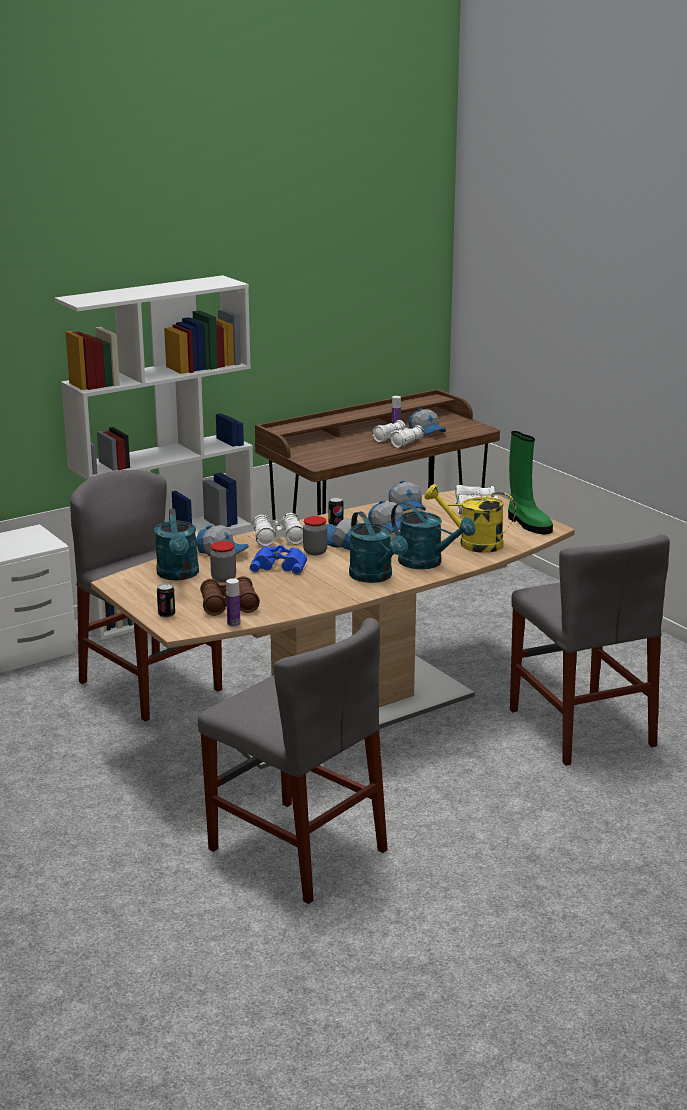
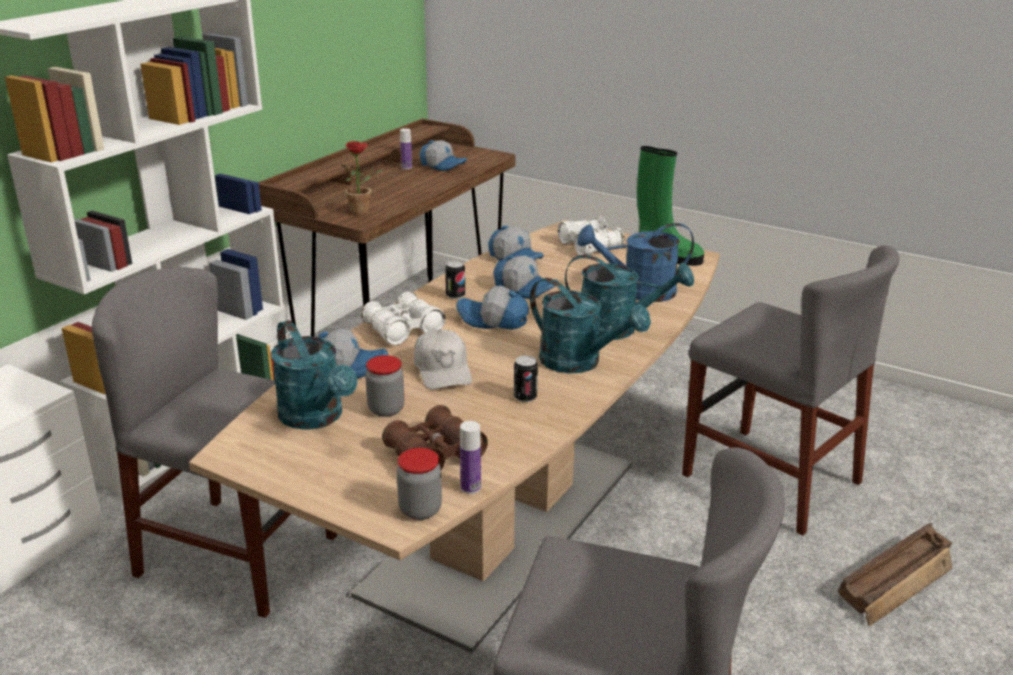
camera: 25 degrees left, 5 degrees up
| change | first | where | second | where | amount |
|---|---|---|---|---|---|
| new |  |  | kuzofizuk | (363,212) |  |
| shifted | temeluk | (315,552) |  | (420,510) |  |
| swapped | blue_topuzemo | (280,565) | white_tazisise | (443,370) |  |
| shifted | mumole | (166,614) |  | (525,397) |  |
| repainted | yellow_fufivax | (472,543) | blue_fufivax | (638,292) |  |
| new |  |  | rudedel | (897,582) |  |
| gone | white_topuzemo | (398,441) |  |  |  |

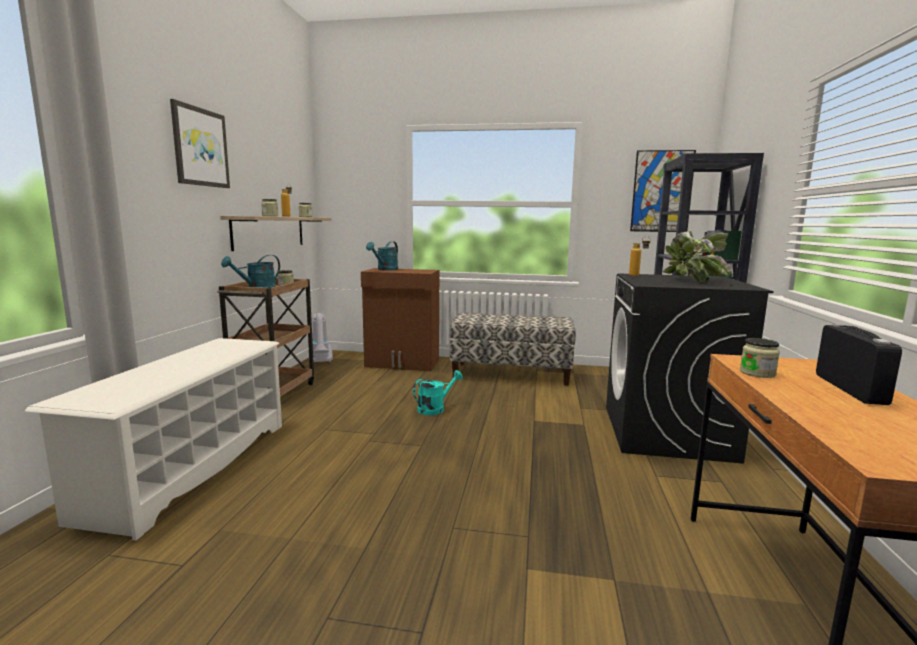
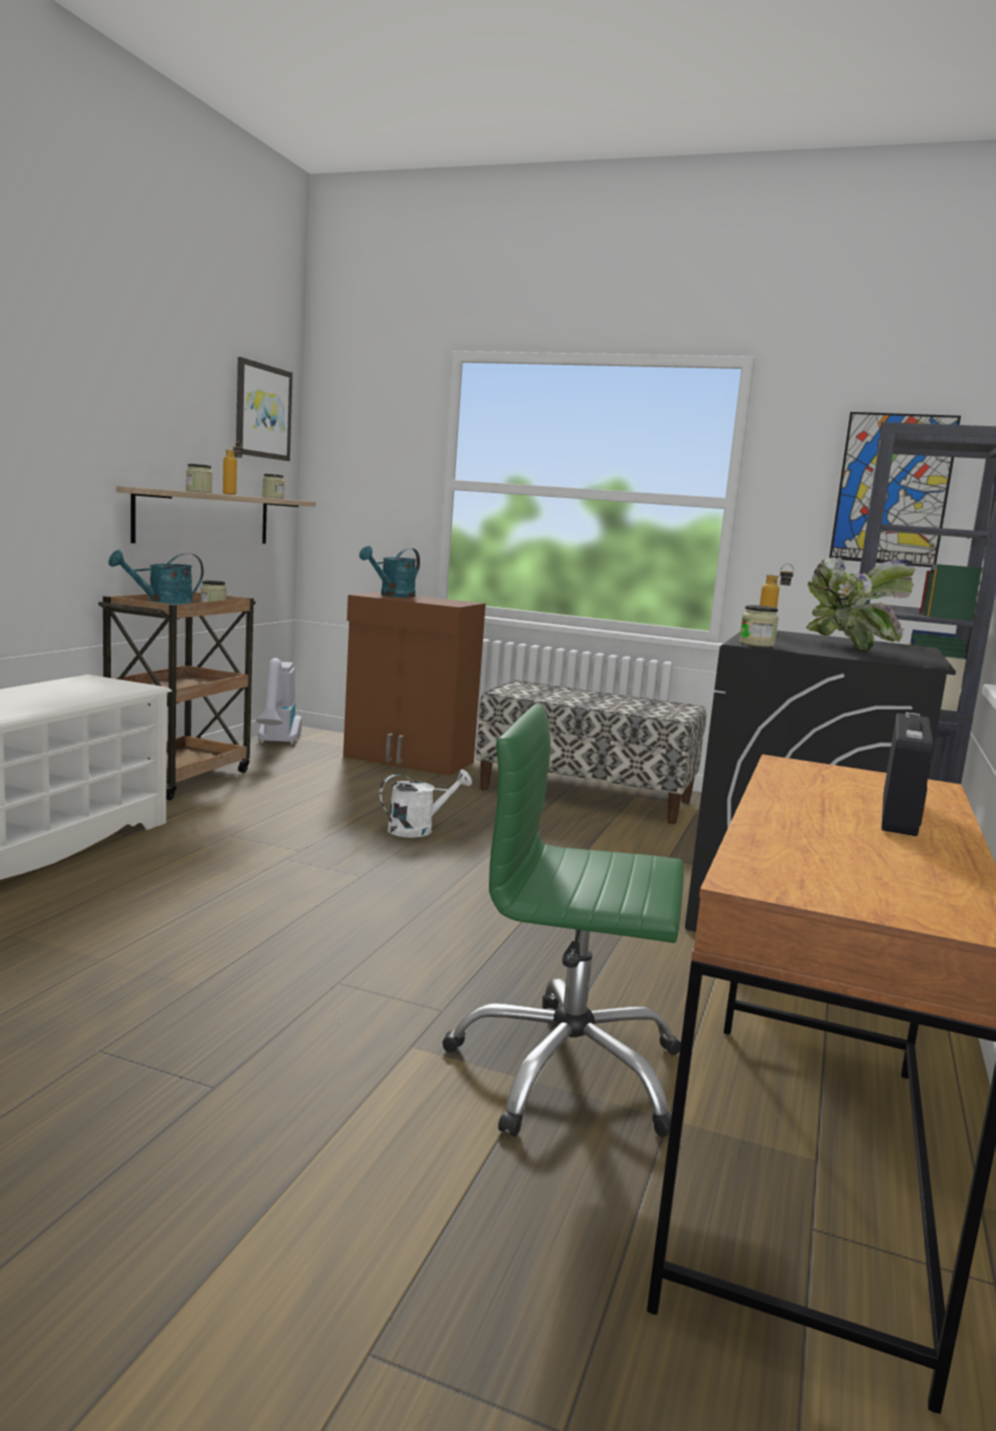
camera: 10 degrees right, 0 degrees up
| change | first | where | second | where | amount |
|---|---|---|---|---|---|
| shifted | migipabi | (200,147) |  | (262,411) |  |
| repainted | turquoise_fufivax | (435,409) | white_fufivax | (418,829) |  |
| new |  |  | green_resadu | (567,1071) |  |
| shifted | temeluk | (757,373) |  | (756,644) |  |

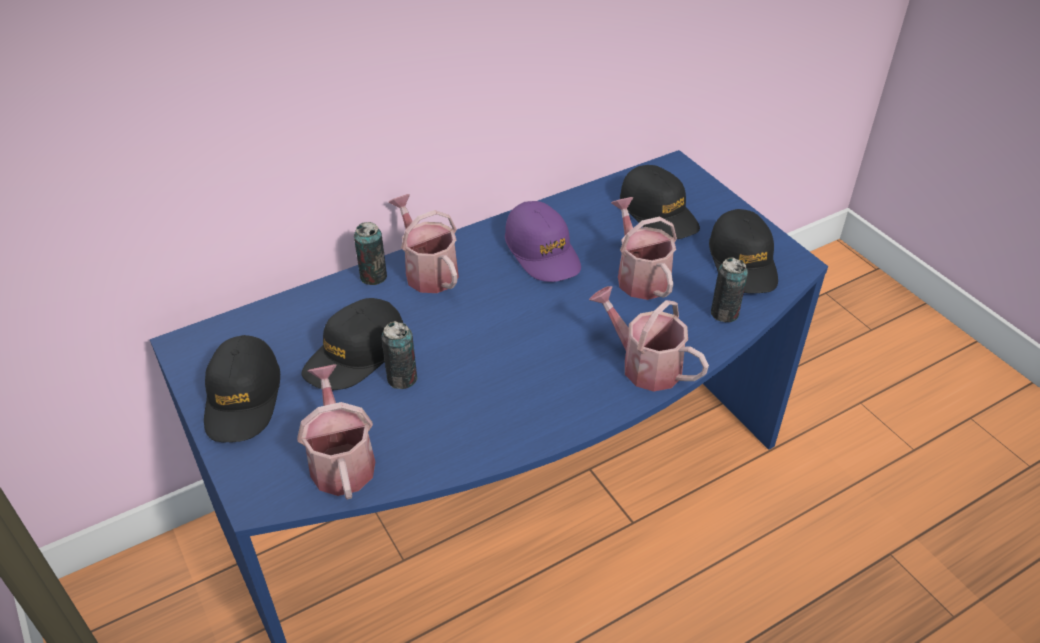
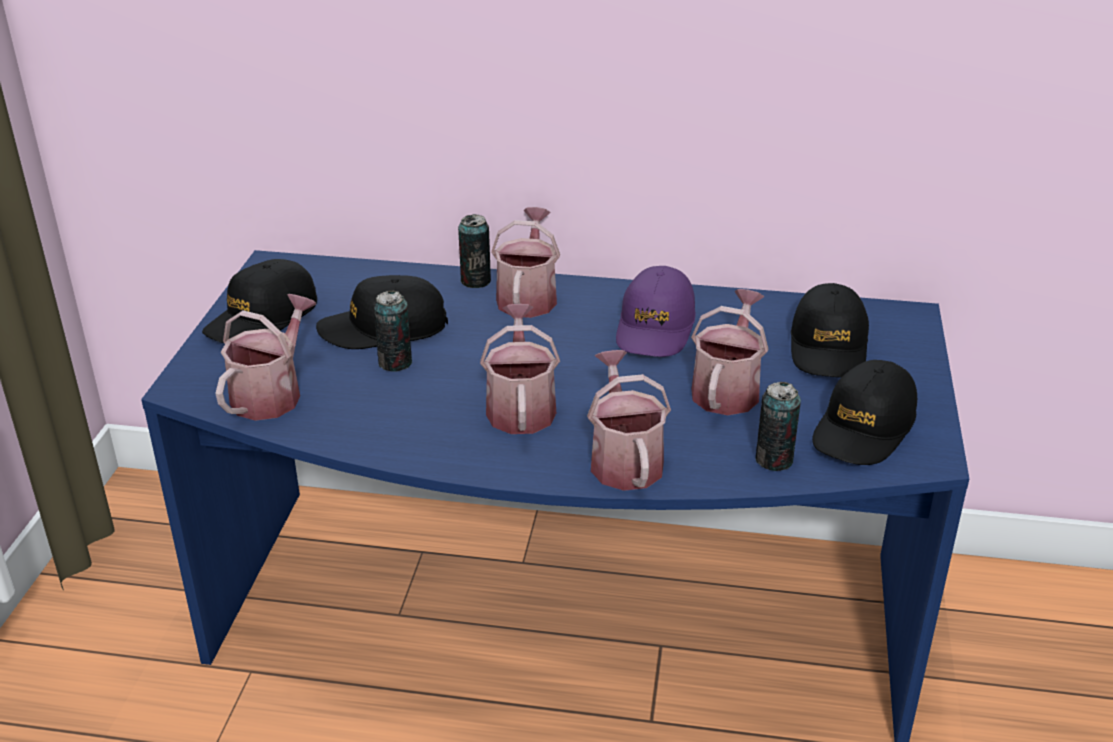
camera: 40 degrees right, 10 degrees down
| change | first | where | second | where | amount |
|---|---|---|---|---|---|
| new |  |  | fufivax | (520,407) |  |

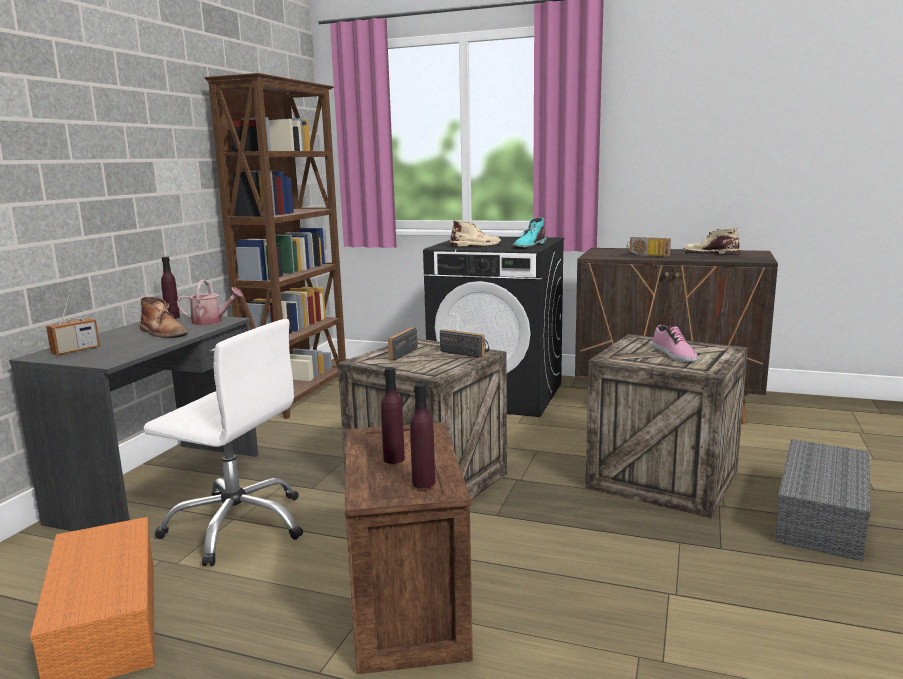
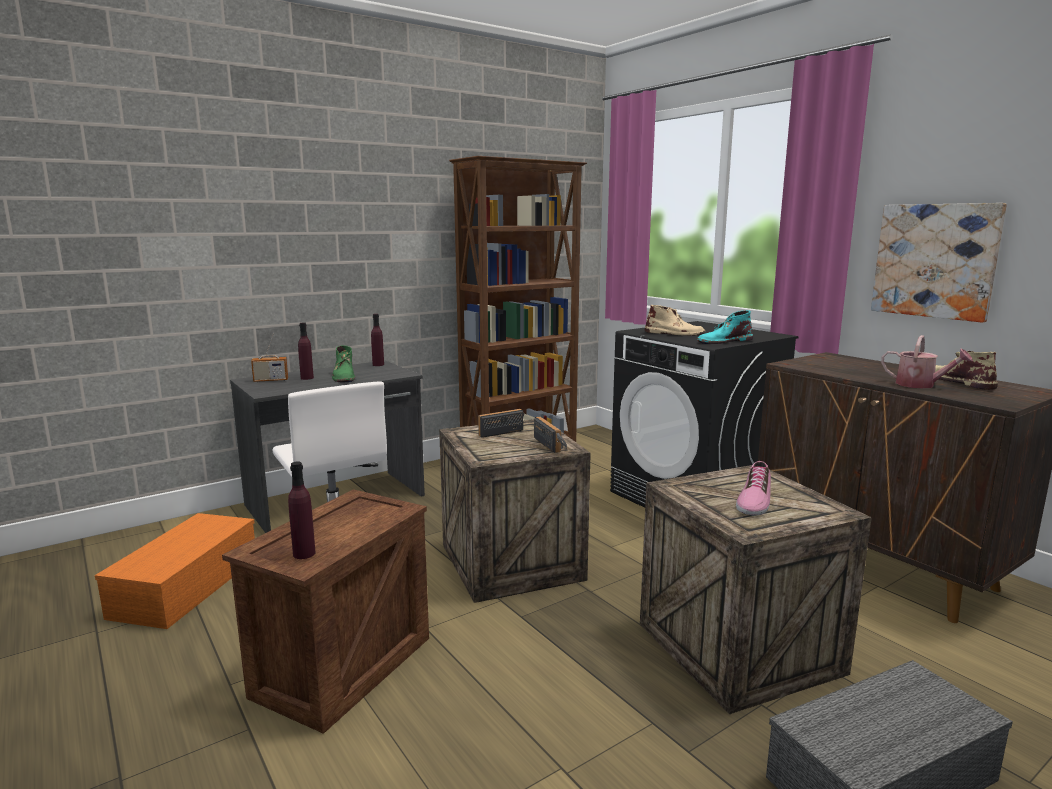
camera: 35 degrees right, 0 degrees up
| change | first | where | second | where | amount |
|---|---|---|---|---|---|
| shifted | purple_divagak | (394,459) |  | (307,378) |  |
| repainted | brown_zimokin | (163,333) | green_zimokin | (344,376) |  |
| new |  |  | migipabi | (935,261) |  |
| shifted | fufivax | (211,321) |  | (920,385) |  |
| gone | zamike | (646,256) |  |  |  |

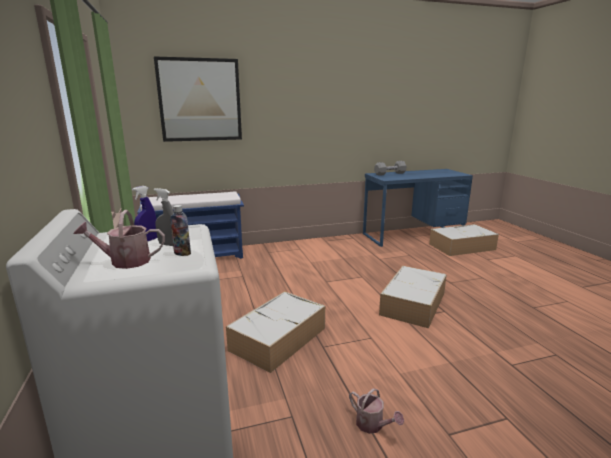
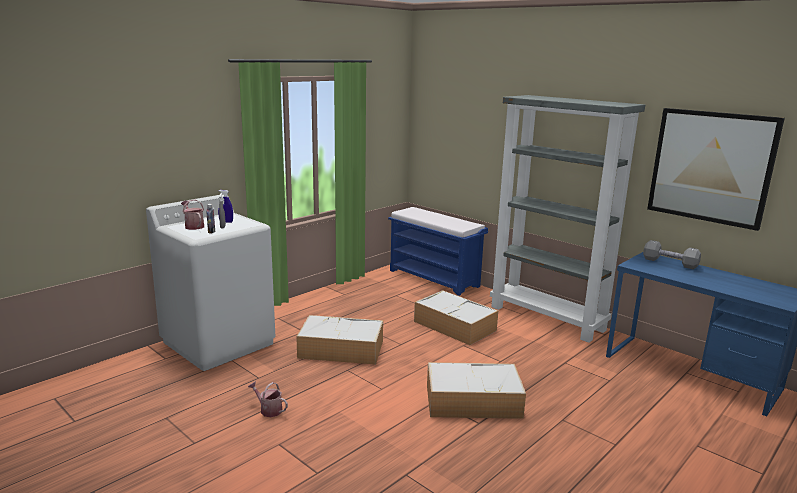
camera: 60 degrees right, 0 degrees up
| change | first | where | second | where | amount |
|---|---|---|---|---|---|
| rotated | fufivax | (373,425) |  | (268,410) | 105 degrees clockwise |
| shifted | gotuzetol | (462,246) |  | (456,326) |  |
| new |  |  | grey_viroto | (548,318) |  |
| shifted | migipabi | (200,100) |  | (711,167) |  |

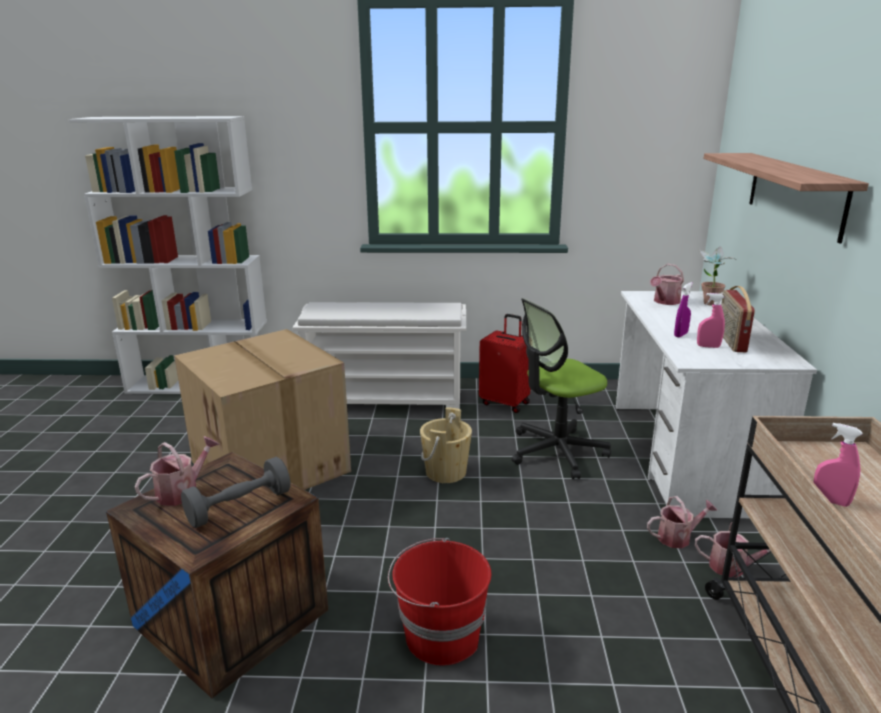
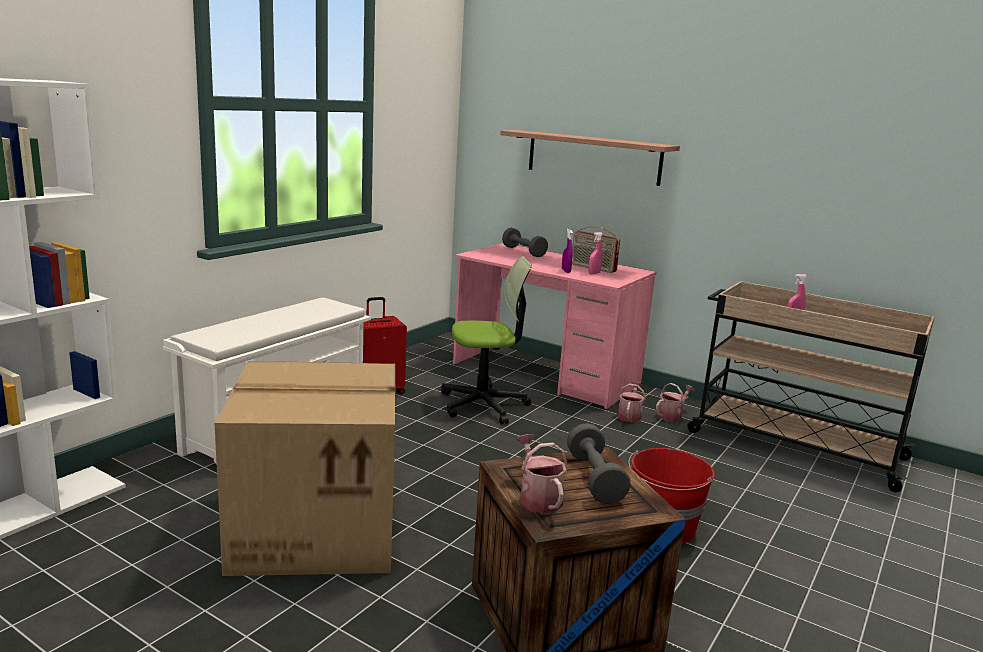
camera: 60 degrees left, 5 degrees down
| change | first | where | second | where | amount |
|---|---|---|---|---|---|
| rotated | resadu | (557,452) |  | (483,405) | 105 degrees counterclockwise |
| repainted | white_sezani | (685,456) | pink_sezani | (545,375) |  |
| swapped | kuzofizuk | (708,305) | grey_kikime | (523,252) |  |
| gone | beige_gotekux | (446,472) |  |  |  |
| gone | fufivax | (665,302) |  |  |  |

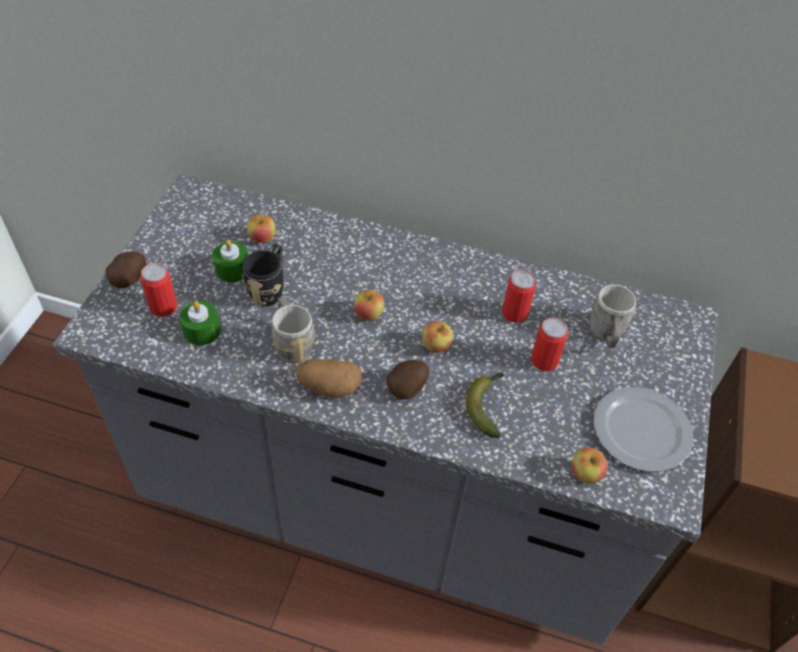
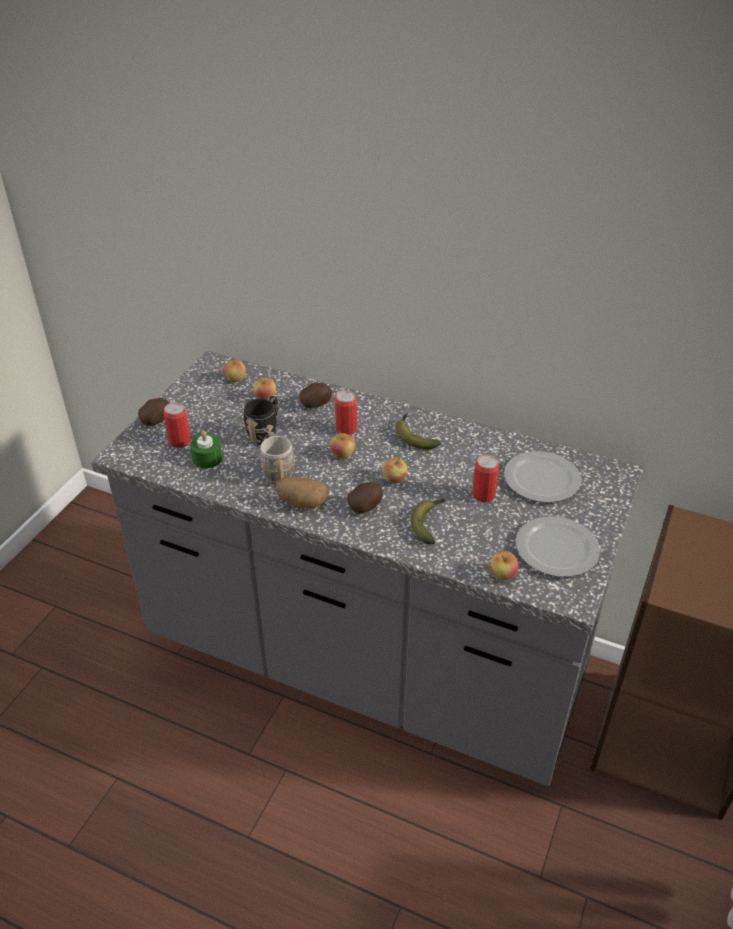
camera: 10 degrees right, 10 degrees down
| change | first | where | second | where | amount |
|---|---|---|---|---|---|
| new |  |  | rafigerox | (235,379) |  |
| new |  |  | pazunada | (316,404) |  |
| shifted | mumole | (514,313) |  | (346,429) |  |
| new |  |  | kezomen | (413,436) |  |
| swapped | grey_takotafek | (606,335) | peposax | (540,480) |  |
| gone | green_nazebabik | (232,269) |  |  |  |

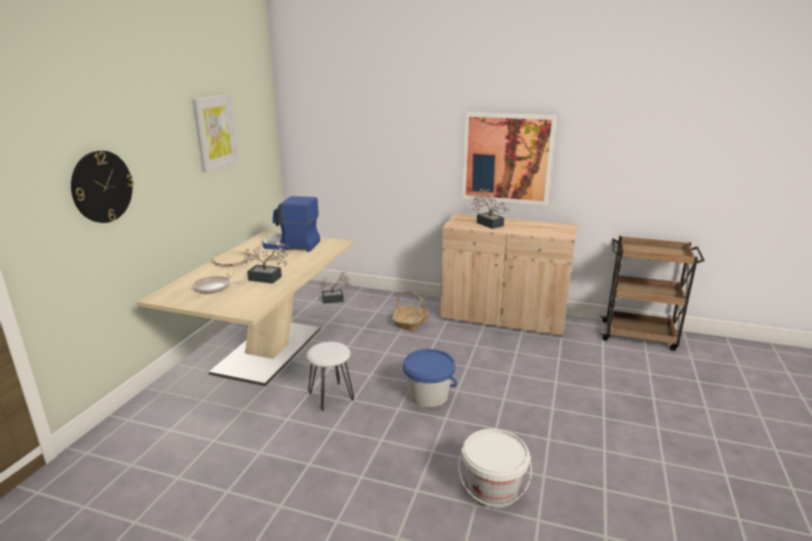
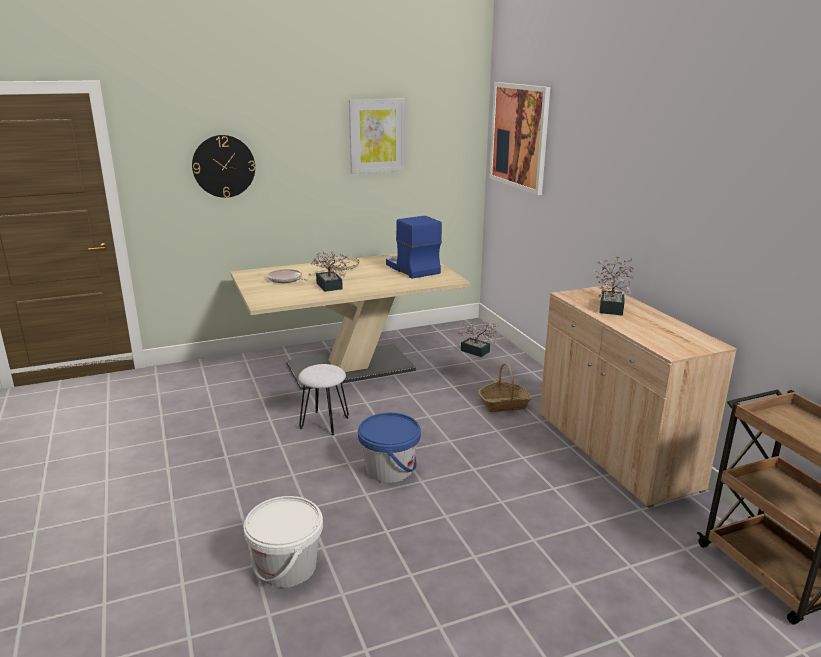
camera: 50 degrees right, 0 degrees up
| change | first | where | second | where | amount |
|---|---|---|---|---|---|
| shifted | migipabi | (507,158) |  | (519,136) |  |

